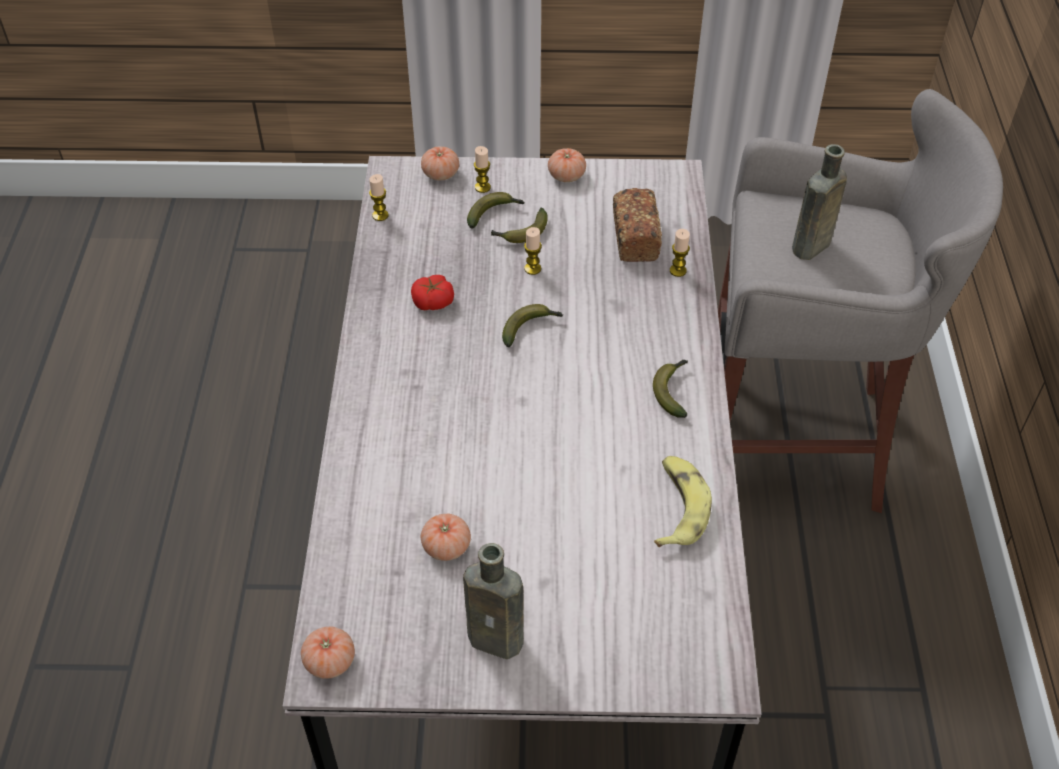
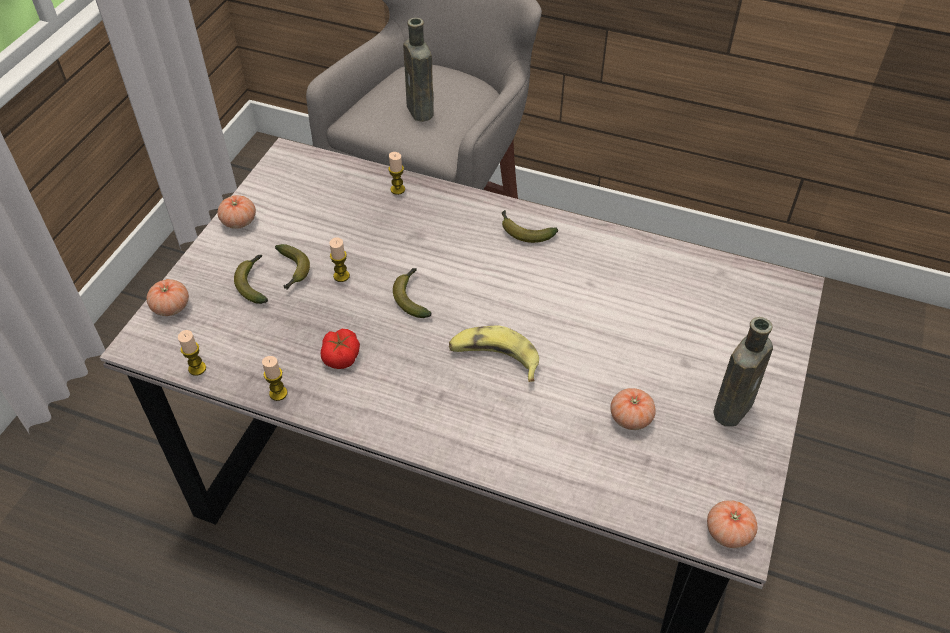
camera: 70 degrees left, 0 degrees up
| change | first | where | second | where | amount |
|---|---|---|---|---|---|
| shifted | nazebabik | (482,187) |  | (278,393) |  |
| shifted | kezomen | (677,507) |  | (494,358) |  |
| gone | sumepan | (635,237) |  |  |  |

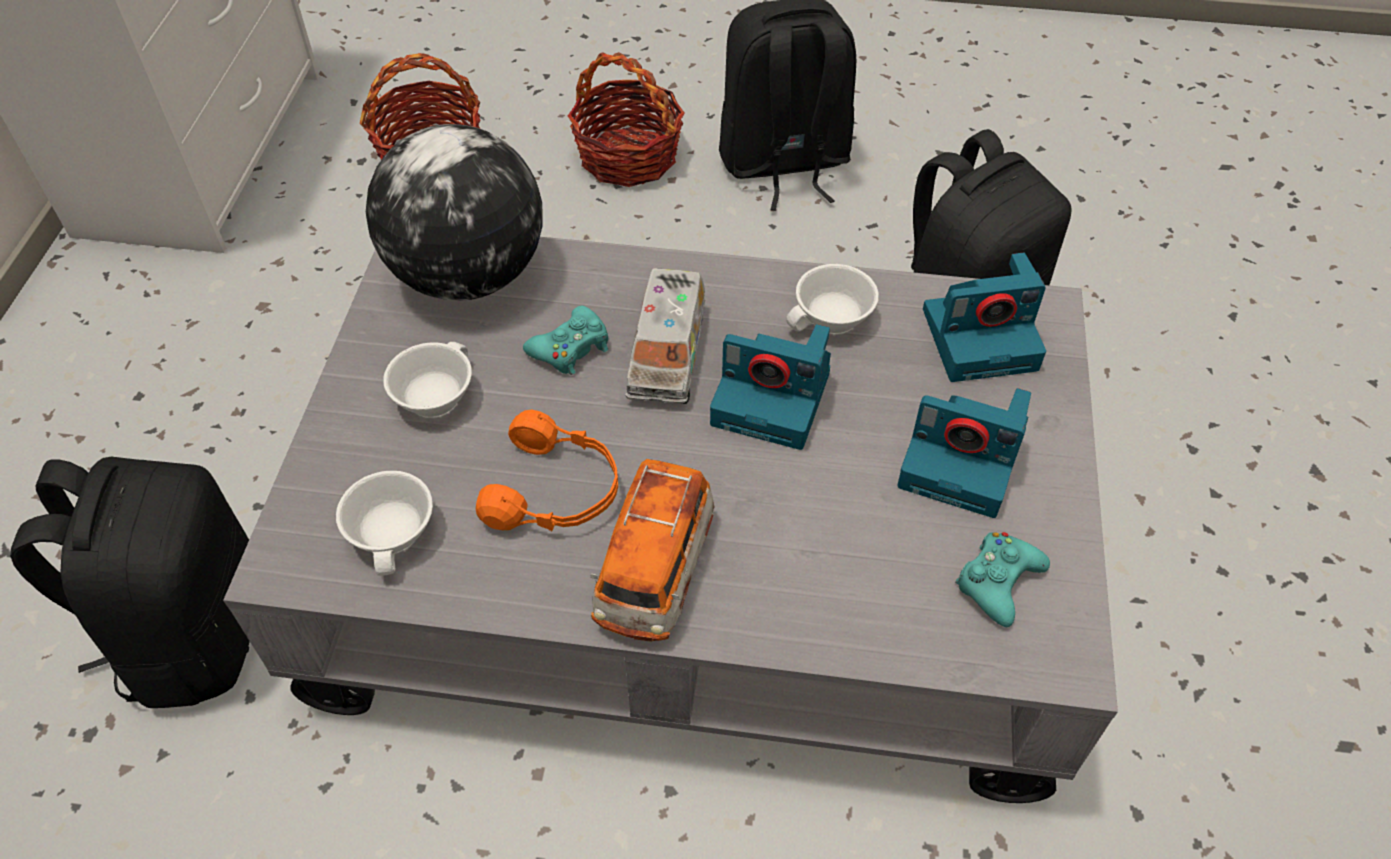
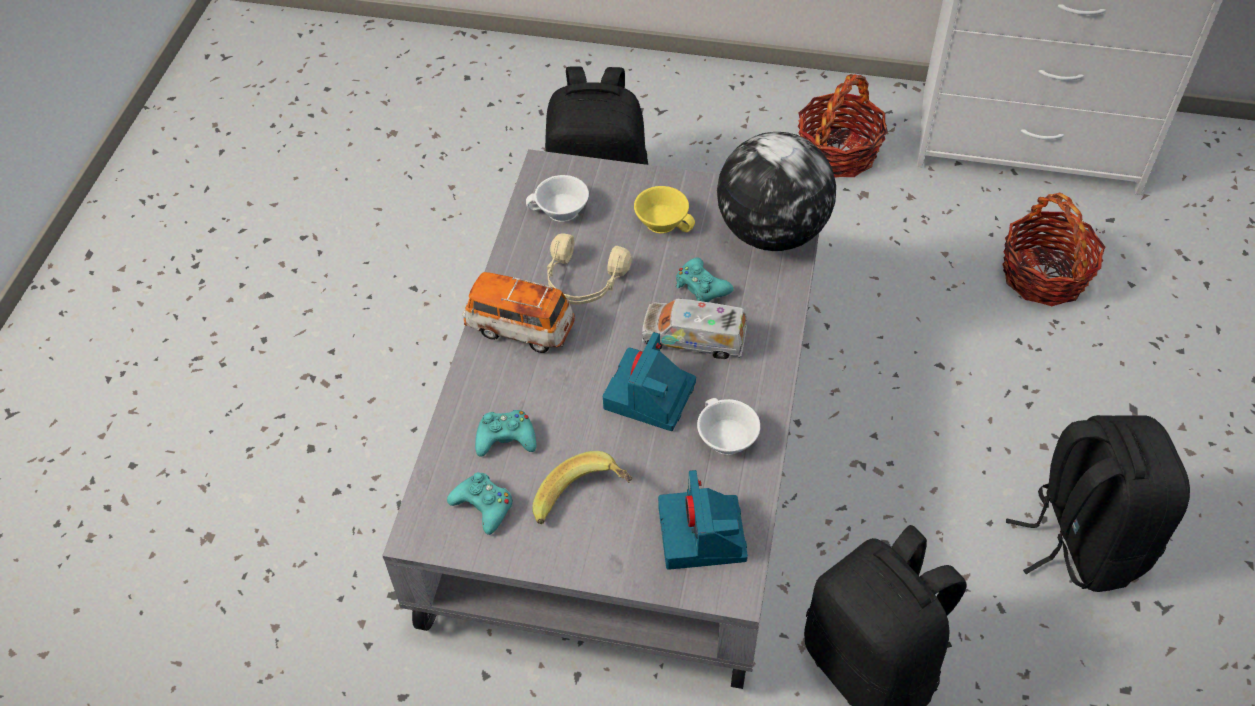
camera: 95 degrees right, 0 degrees up
| change | first | where | second | where | amount |
|---|---|---|---|---|---|
| new |  |  | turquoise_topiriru | (506,438) |  |
| swapped | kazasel | (962,461) | kezomen | (584,502) |  |
| repainted | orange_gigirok | (556,491) | beige_gigirok | (583,282) |  |
| repainted | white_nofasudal | (433,395) | yellow_nofasudal | (664,221) |  |
| shifted | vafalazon | (628,156) |  | (838,152) |  |

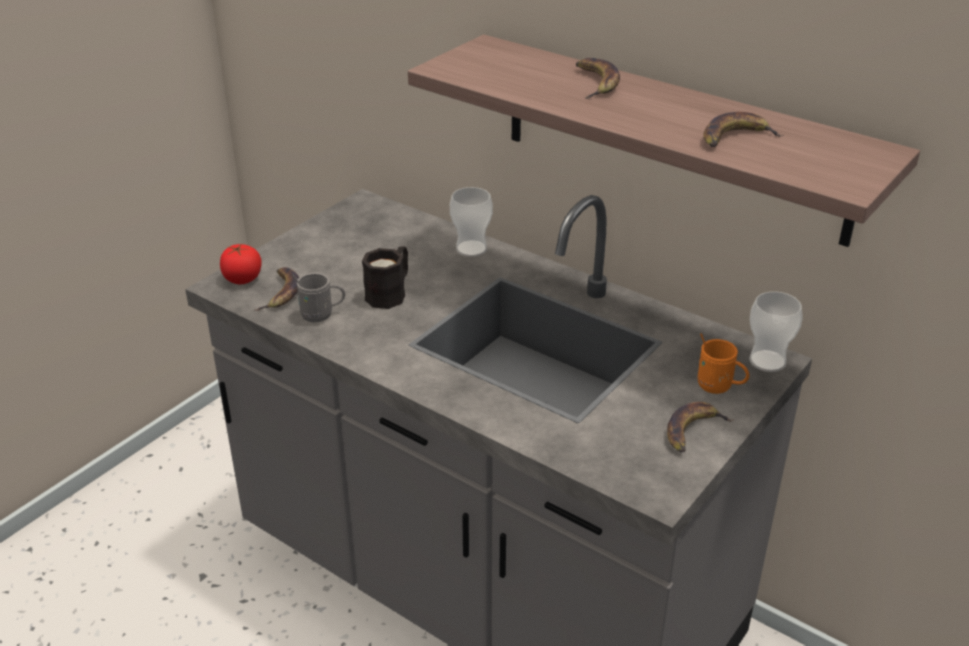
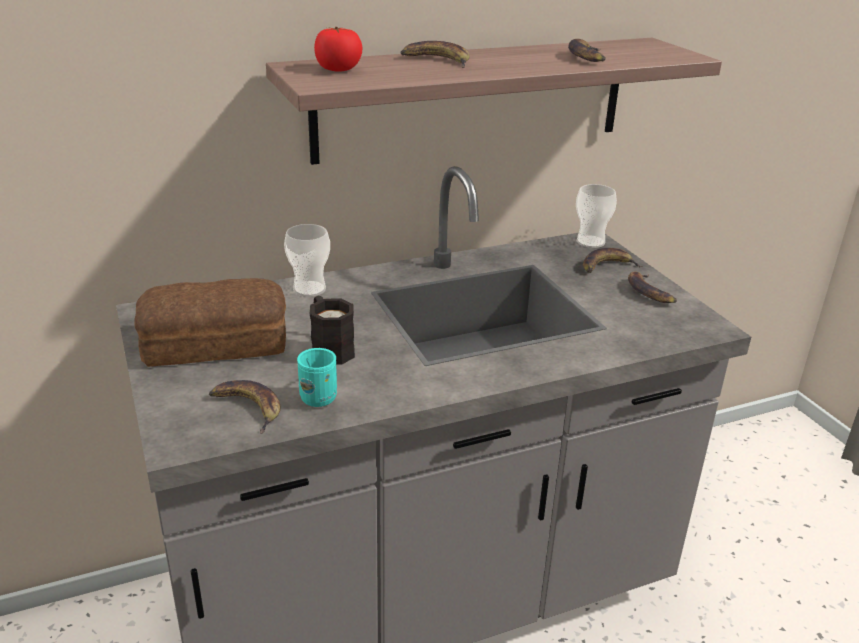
camera: 60 degrees left, 5 degrees down
| change | first | where | second | where | amount |
|---|---|---|---|---|---|
| new |  |  | sumepan | (217,344) |  |
| repainted | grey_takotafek | (322,315) | turquoise_takotafek | (321,395) |  |
| shifted | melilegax | (242,279) |  | (338,69) |  |
| swapped | orange_takotafek | (719,387) | kezomen | (607,266) |  |

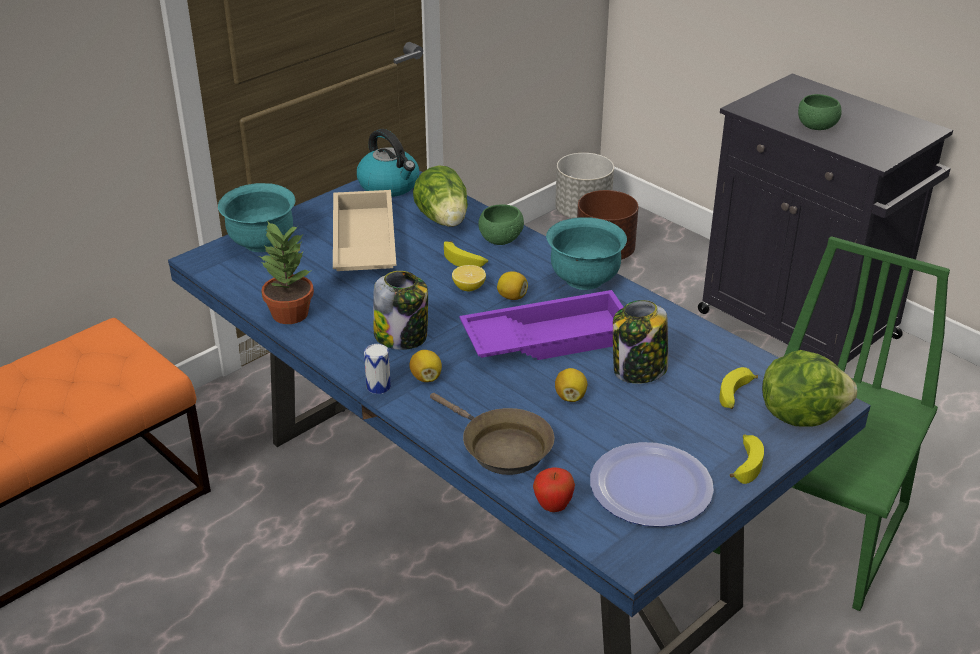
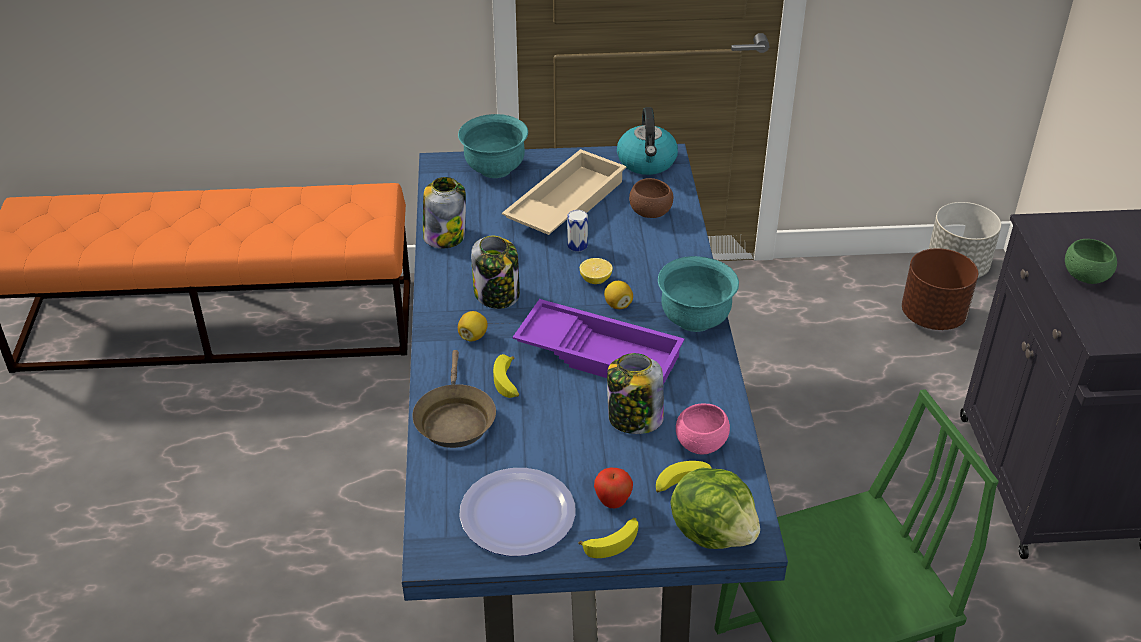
camera: 40 degrees right, 5 degrees up
| change | first | where | second | where | amount |
|---|---|---|---|---|---|
| swapped | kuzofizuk | (289,313) | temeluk | (444,236) |  |
| shifted | kezomen | (465,260) |  | (508,383) |  |
| shifted | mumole | (378,386) |  | (577,245) |  |
| shifted | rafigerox | (553,507) |  | (612,502) |  |
| swapped | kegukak | (444,221) | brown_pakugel | (650,213) |  |
| new |  |  | pink_pakugel | (701,444) |  |
| gone | green_pakugel | (500,240) |  |  |  |
| gone | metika | (570,396) |  |  |  |

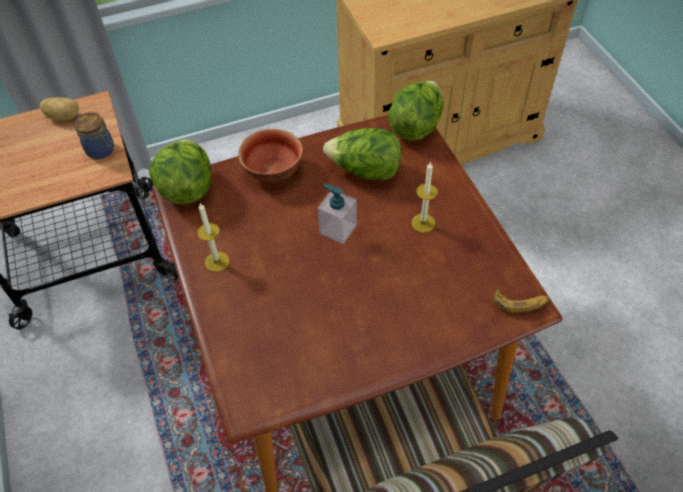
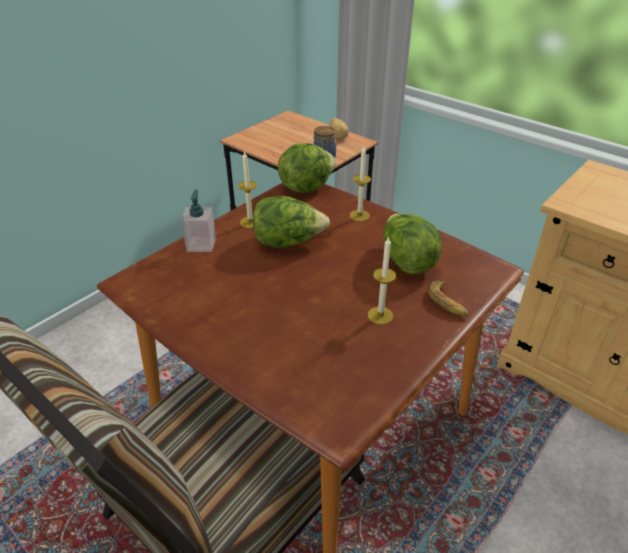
camera: 60 degrees right, 15 degrees down
| change | first | where | second | where | amount |
|---|---|---|---|---|---|
| shifted | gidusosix | (338,229) |  | (201,244) |  |
| shifted | kegukak | (415,126) |  | (288,242) |  |
| swapped | pakugel | (273,170) | nazebabik | (359,215) |  |
| shifted | kezomen | (520,302) |  | (447,302) |  |

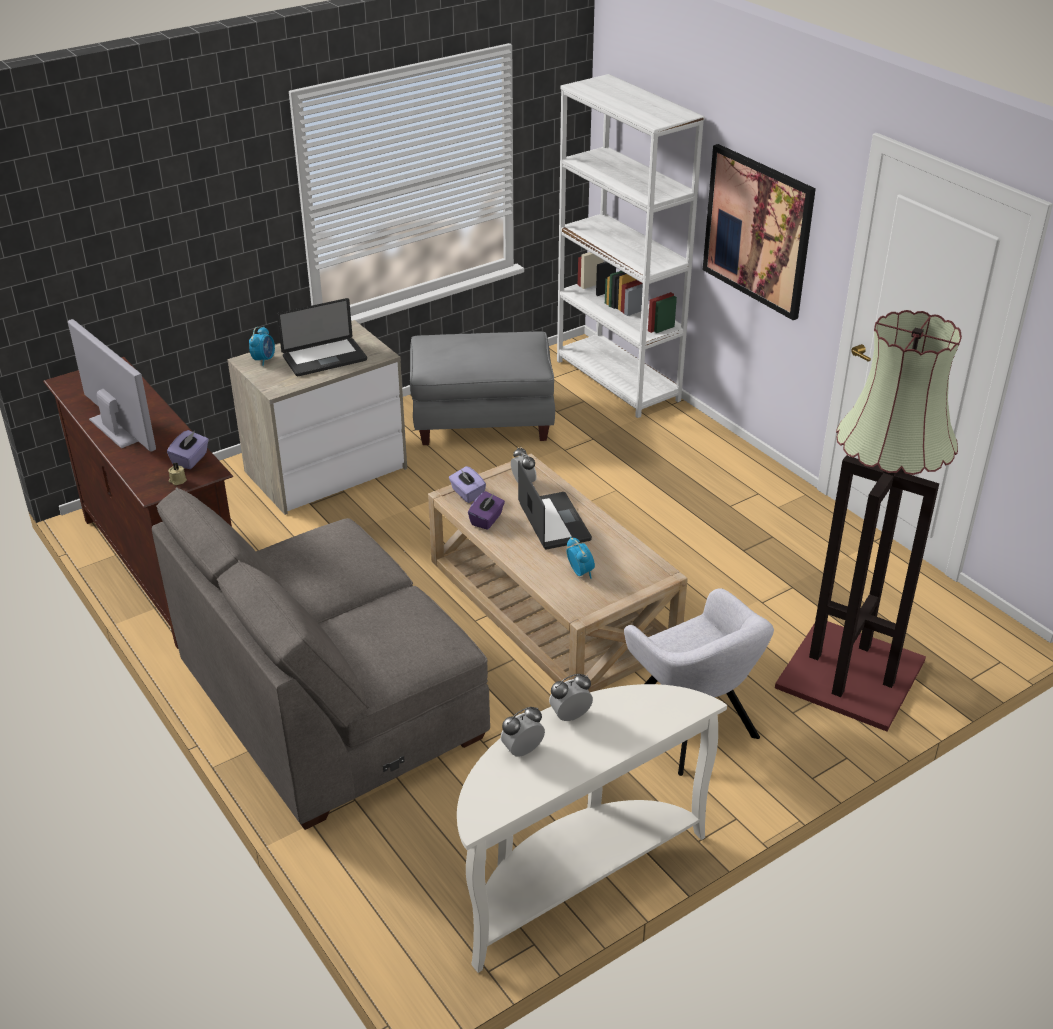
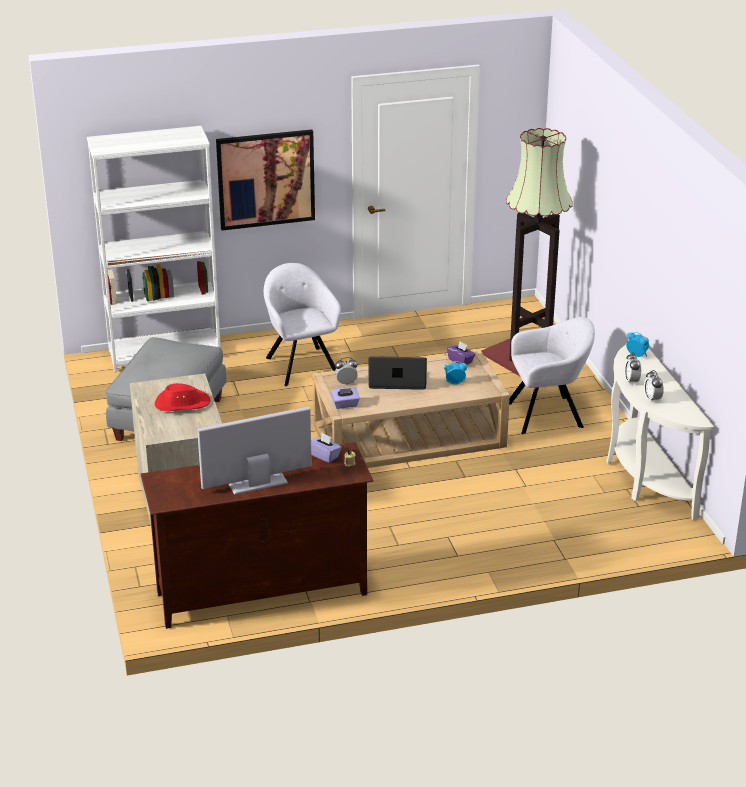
camera: 70 degrees left, 5 degrees down
| change | first | where | second | where | amount |
|---|---|---|---|---|---|
| swapped | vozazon | (324,358) | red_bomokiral | (182,403) |  |
| new |  |  | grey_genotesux | (301,364) |  |
| shifted | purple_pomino | (487,520) |  | (460,361) |  |
| shifted | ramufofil | (264,360) |  | (636,355) |  |
| gone | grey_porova | (332,704) |  |  |  |

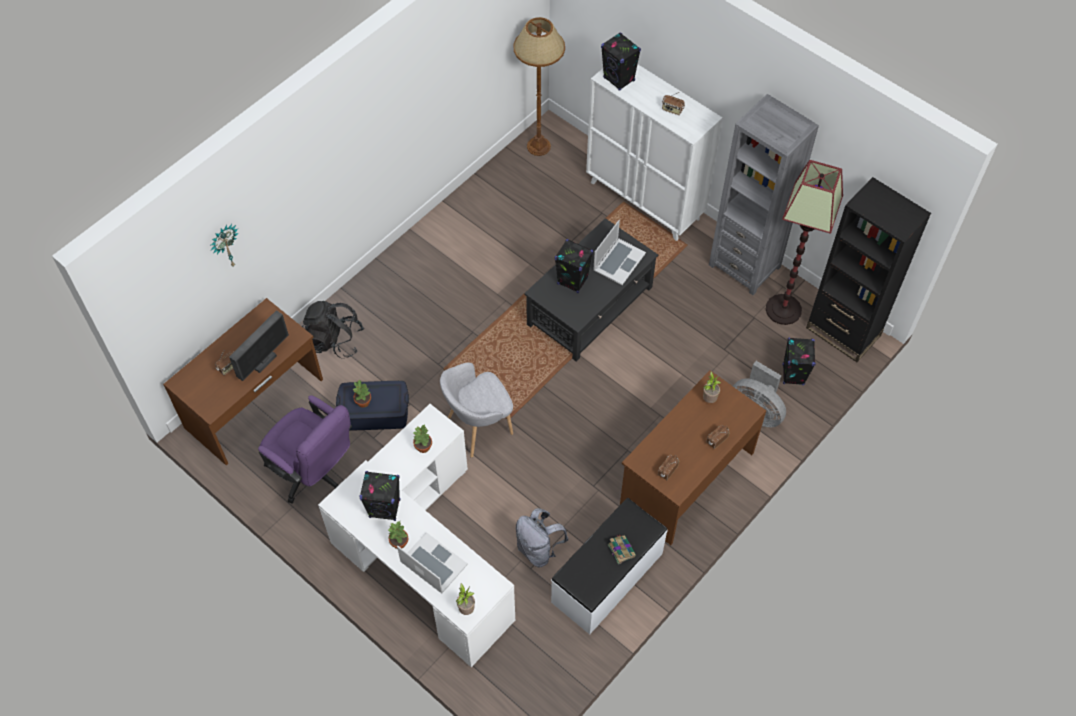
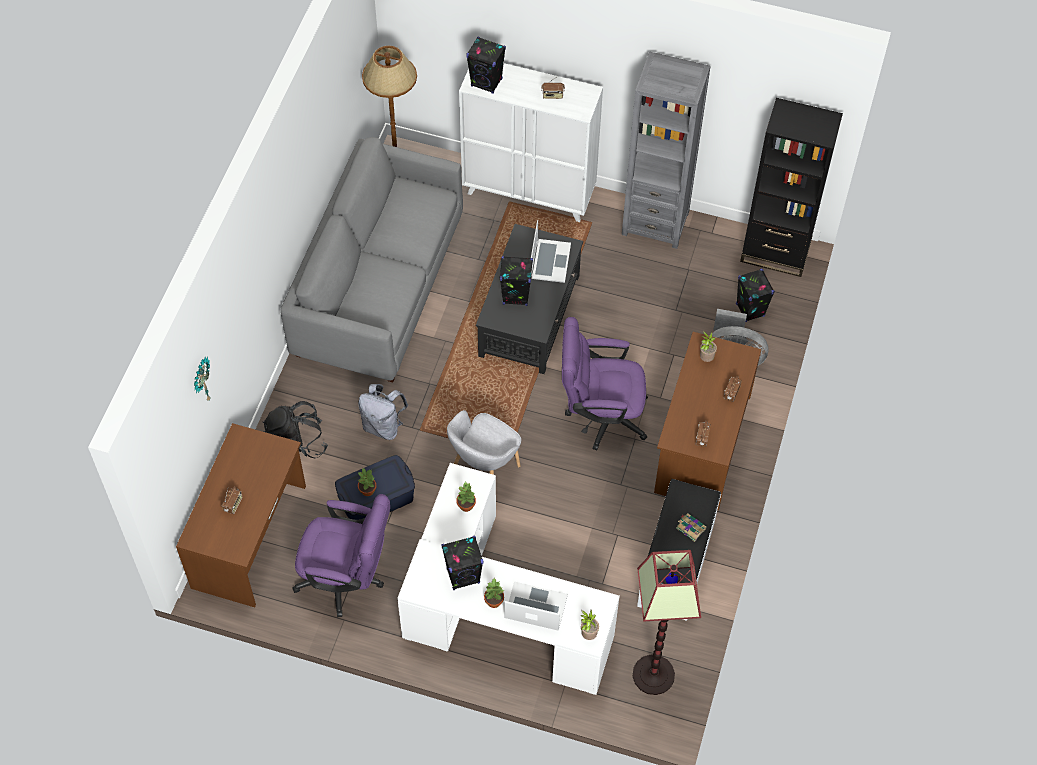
camera: 25 degrees left, 0 degrees up
| change | first | where | second | where | amount |
|---|---|---|---|---|---|
| new |  |  | grey_porova | (378,287) |  |
| shifted | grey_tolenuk | (538,549) |  | (383,426) |  |
| new |  |  | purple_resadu | (600,415) |  |
| shifted | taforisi | (783,310) |  | (653,675) |  |
| gone | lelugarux | (264,361) |  |  |  |

